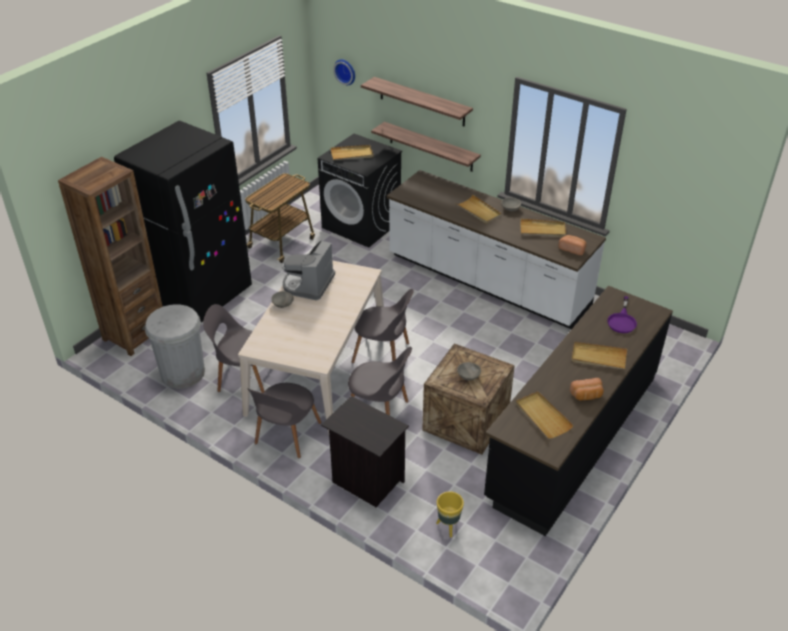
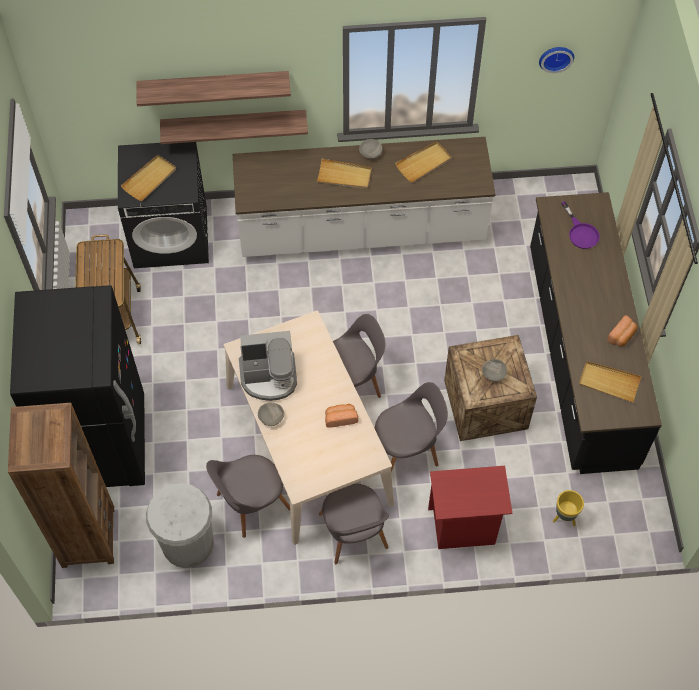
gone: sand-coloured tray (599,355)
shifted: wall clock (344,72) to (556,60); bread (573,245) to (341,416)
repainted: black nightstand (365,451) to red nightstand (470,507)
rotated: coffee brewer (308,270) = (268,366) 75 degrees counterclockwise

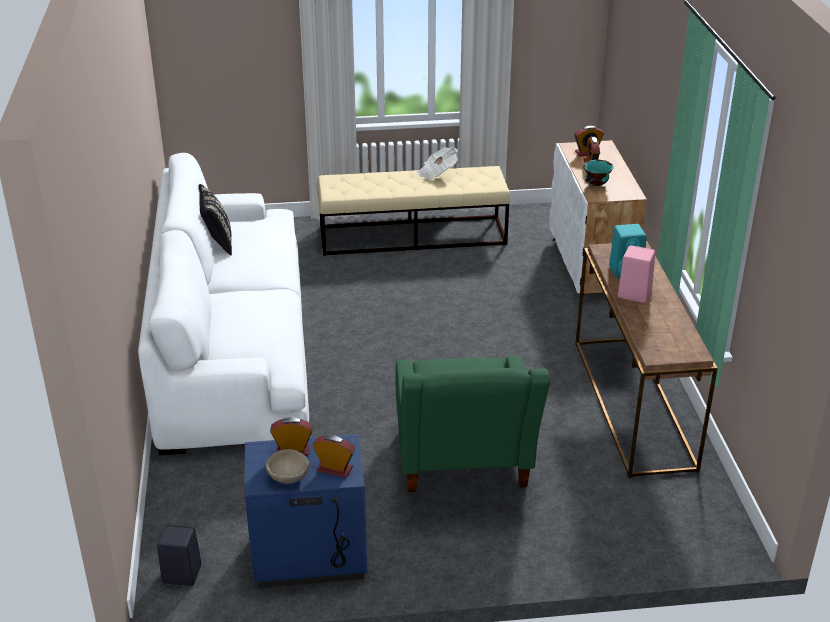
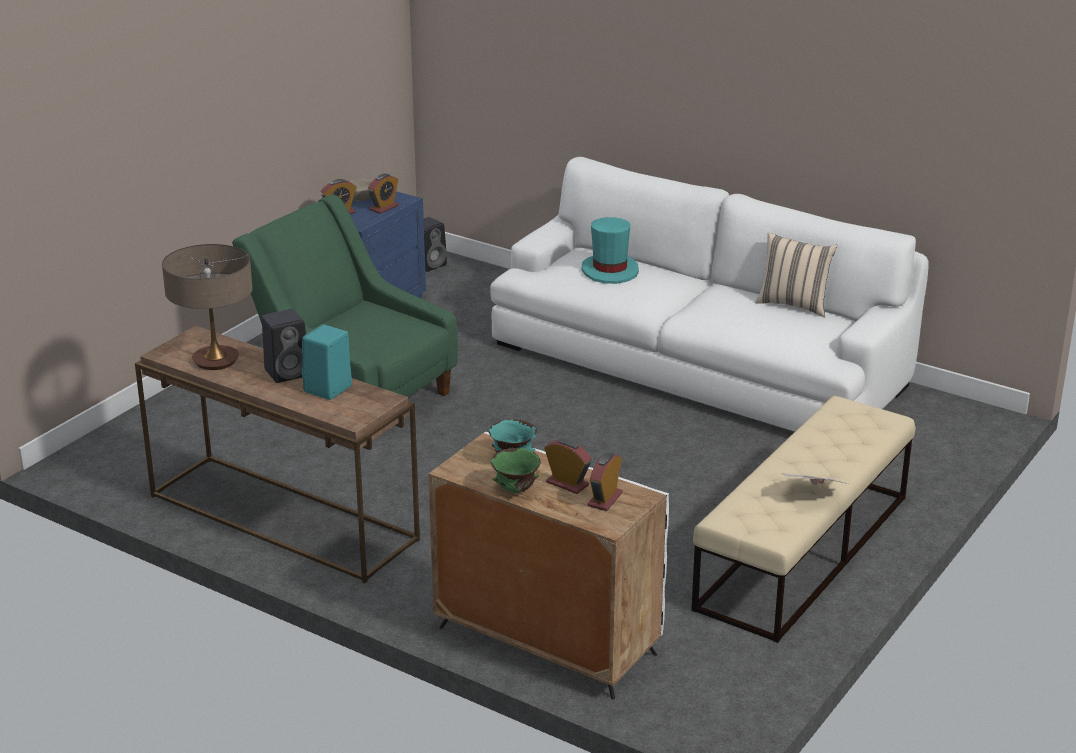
new: turquoise wearable hat (610,250); table lamp (207,307); green bowl (516,470)
repainted: black throw pillow (215,219) to sand-coloured throw pillow (796,275); pink-coloured speaker (636,274) to black speaker (284,346)

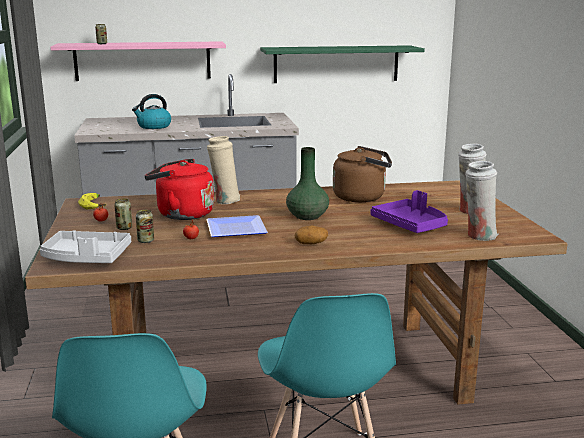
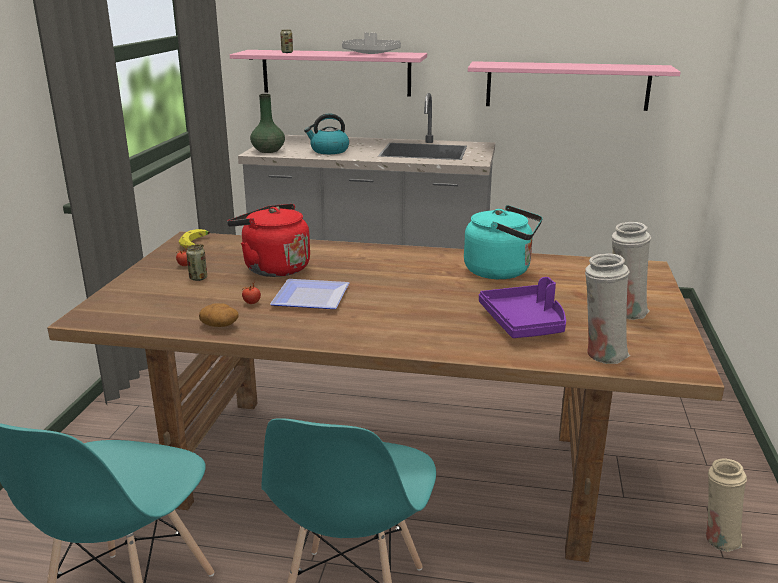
gone: metal can (145,226)
shifted: sand-coloured decorative vase (223,170) to (726,505); green decorative vase (307,183) to (267,123); whole potato (311,235) to (219,315); grey tray (85,246) to (371,43)
repainted: green bracket shelf (342,64) to pink-coloured bracket shelf (574,86); brown-coloured kettle (362,174) to turquoise kettle (503,242)

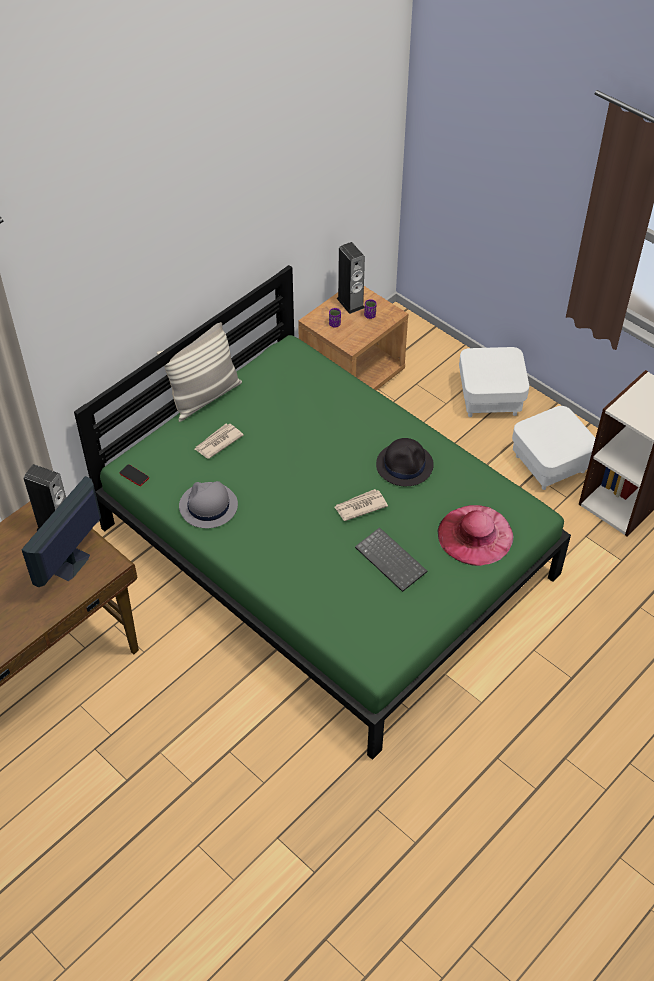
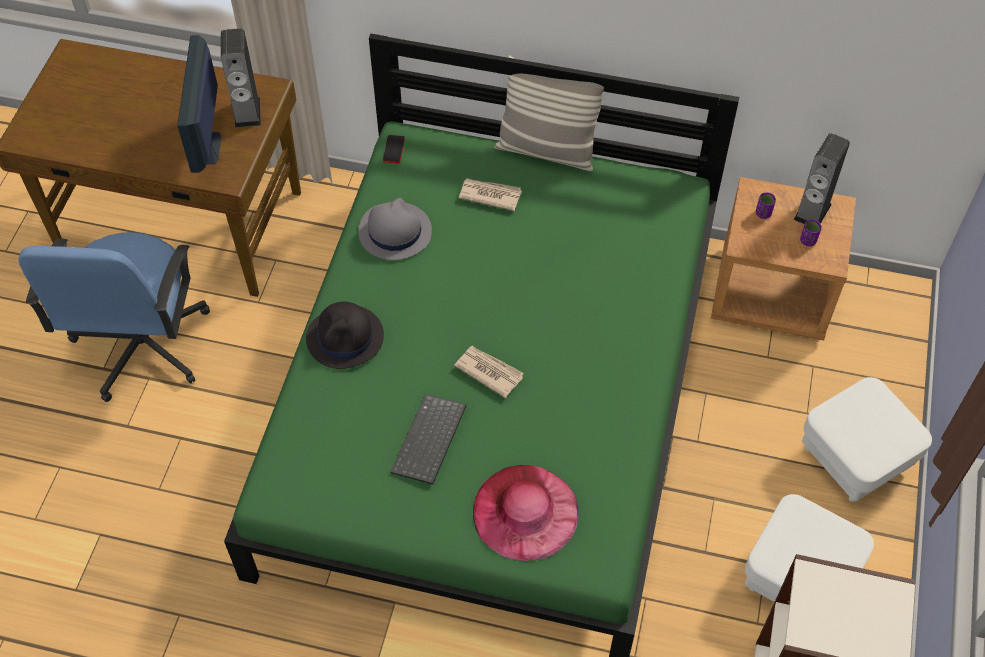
new: blue-coloured office chair (114,317)
shifted: black wearable hat (405,462) to (345,335)
rotated: computer screen (61,531) = (199,104) 90 degrees counterclockwise

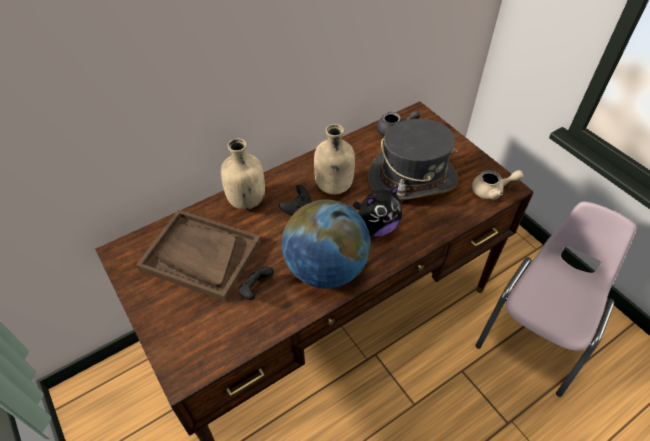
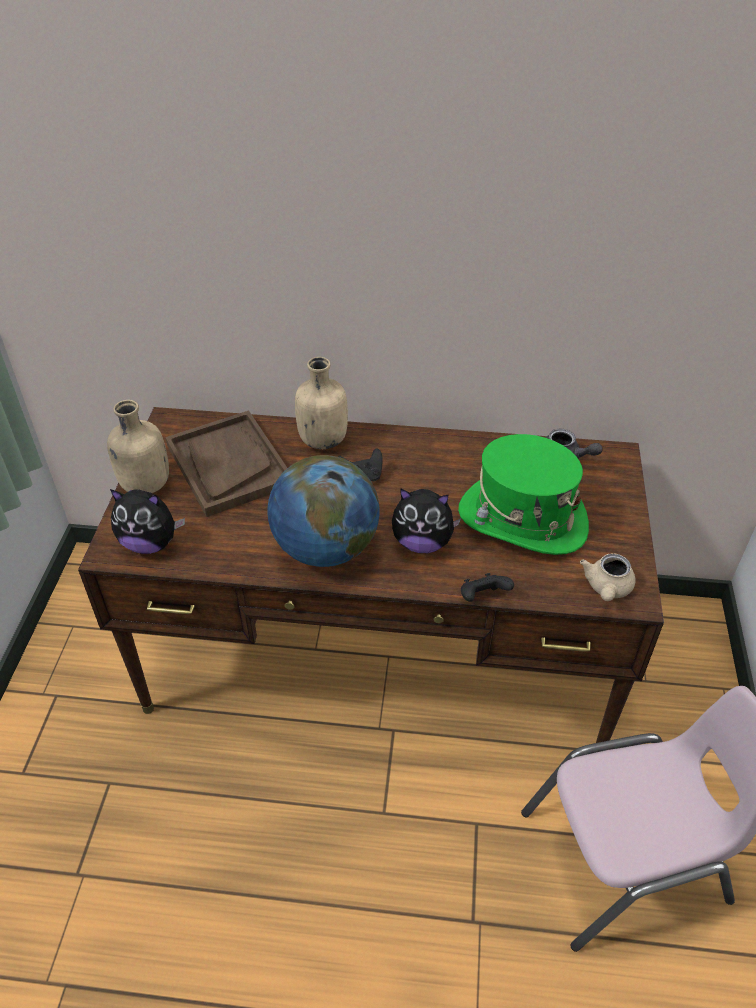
new: plush toy (147,521)
shifted: sand-coloured beverage bottle (334,159) to (138,446); black gamepad (256,283) to (487,587)
repainted: grey wearable hat (413,159) to green wearable hat (523,494)
rotated: sand-coloured pot for tea (498,185) = (608,577) 75 degrees clockwise

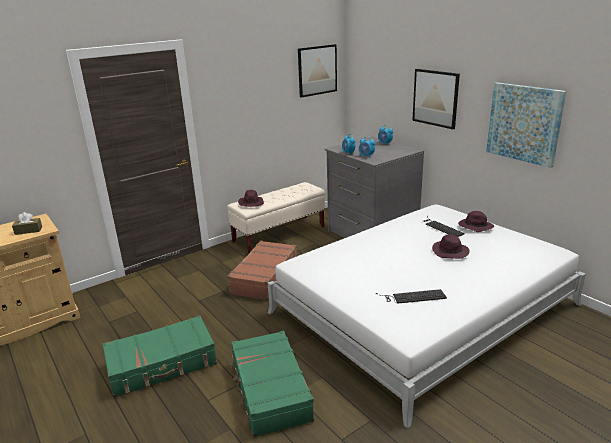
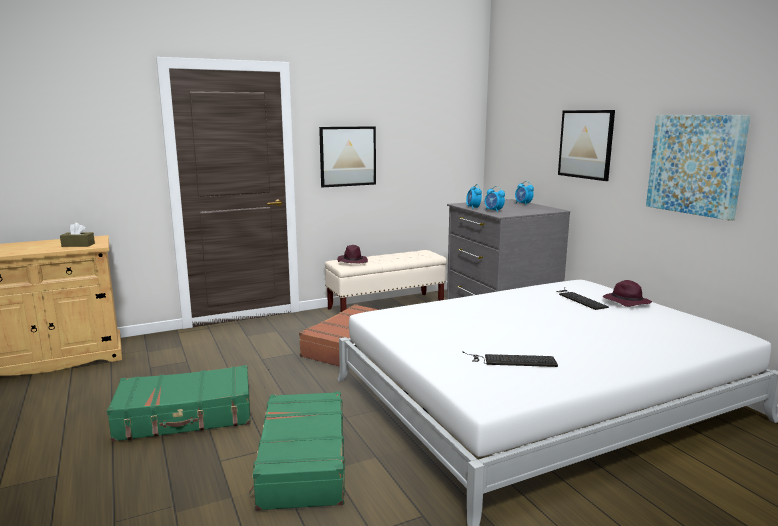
gone: purple-coloured wearable hat (451,246)
shifted: wall art (317,71) to (347,157)

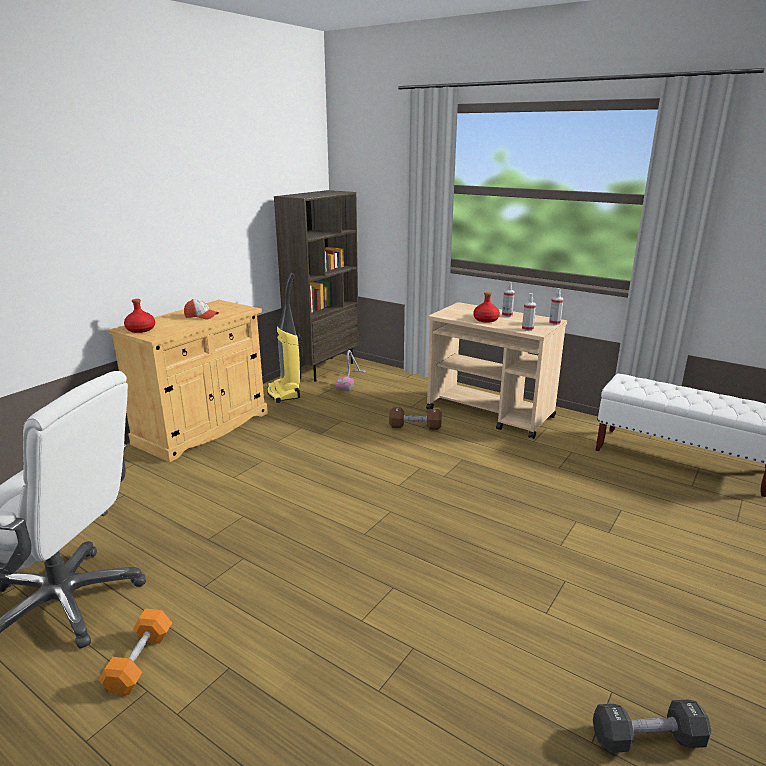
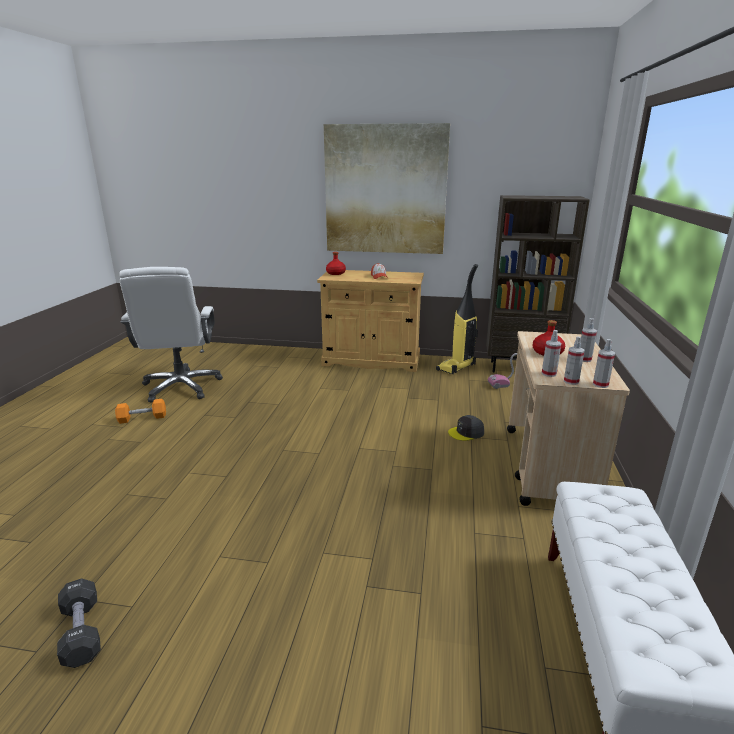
new: wall art (387,188); sprayer (574,361)
swapped: brown-coloured free weight (415,418) to grey peaked cap (466,428)

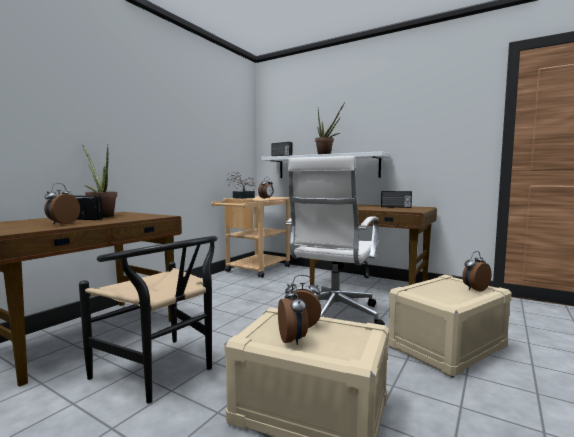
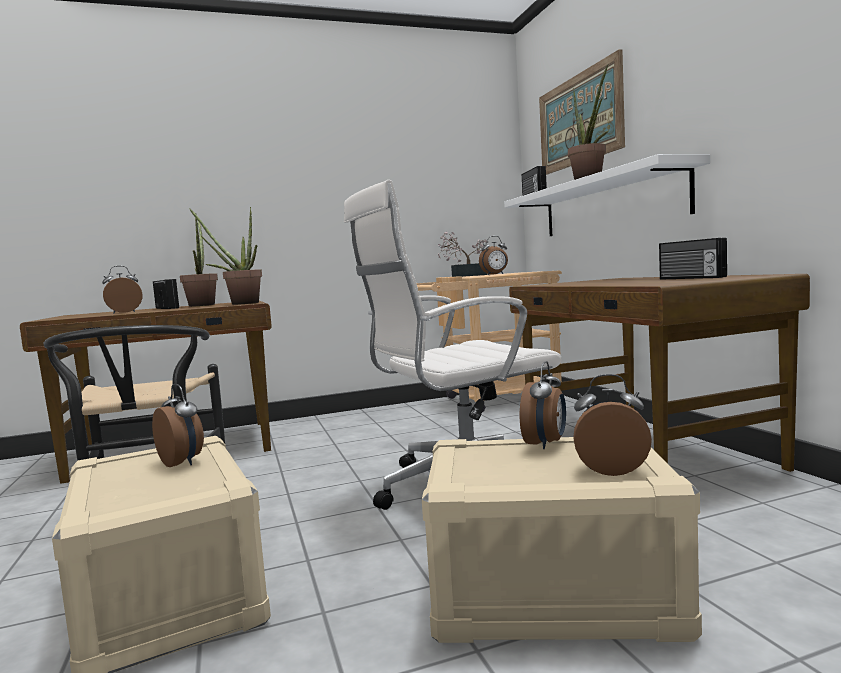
new: wall art (582,112); potted plant (225,256)
shifted: table clock (293,314) to (543,405)

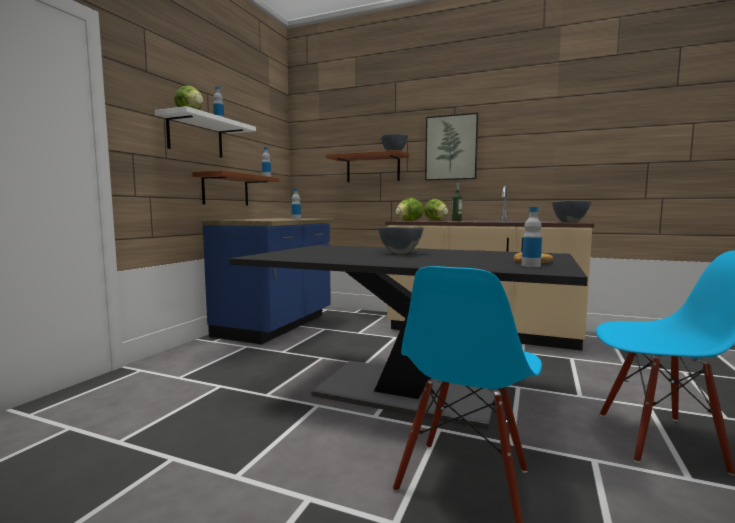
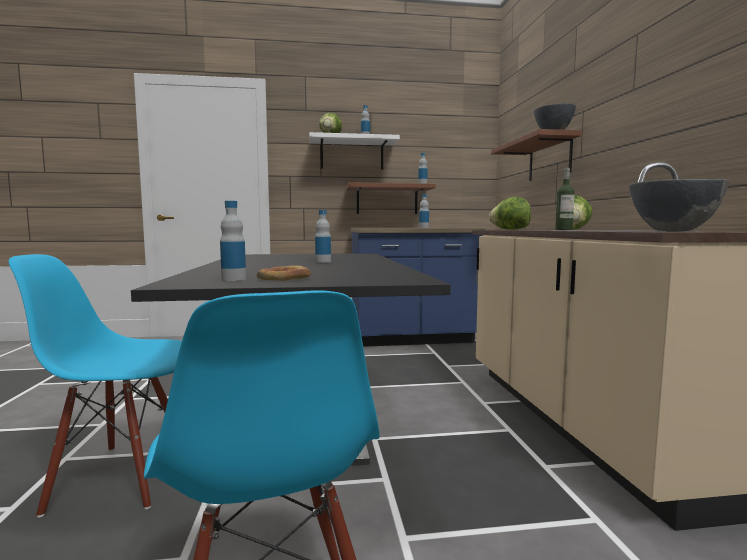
gone: wall art (451,146)
swapped: grey bowl (401,240) to beverage bottle (323,236)

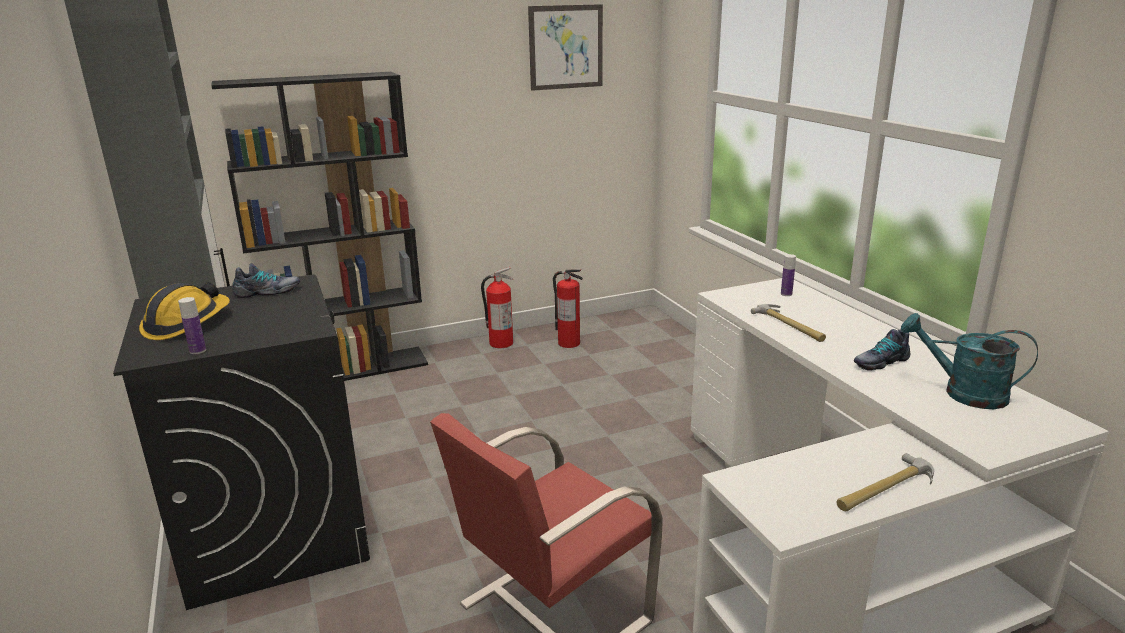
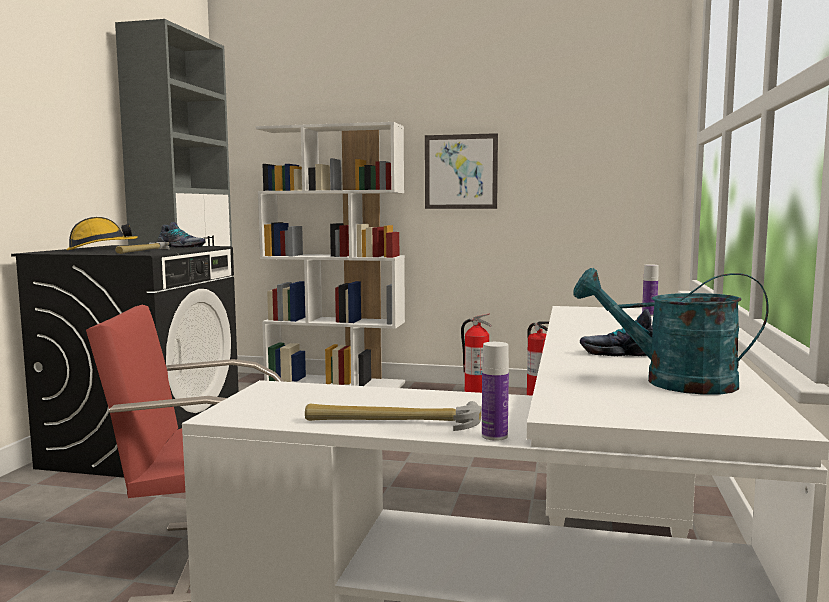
shifted: wall art (565,47) to (461,171); beverage bottle (192,325) to (495,391); tool hammer (788,323) to (142,248)
repainted: black bookshelf (319,226) to whitish bookshelf (330,255)
rotated: turquoise watering pot (969,361) = (671,331) 45 degrees counterclockwise

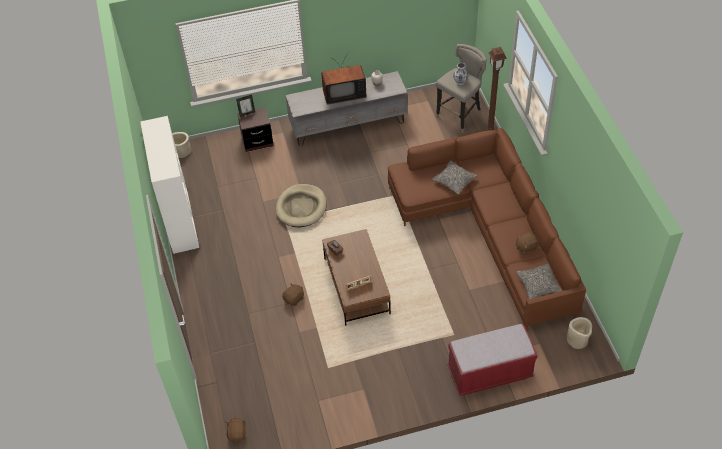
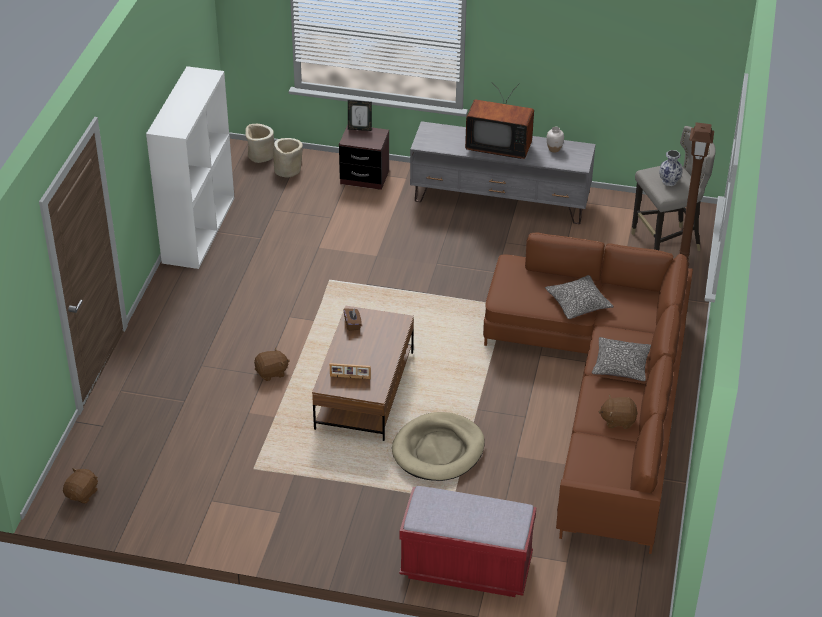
shifted: sand-coloured pet bed (301,205) to (438,446); throw pillow (539,281) to (621,359); sand-coloured planter (579,333) to (288,157)

